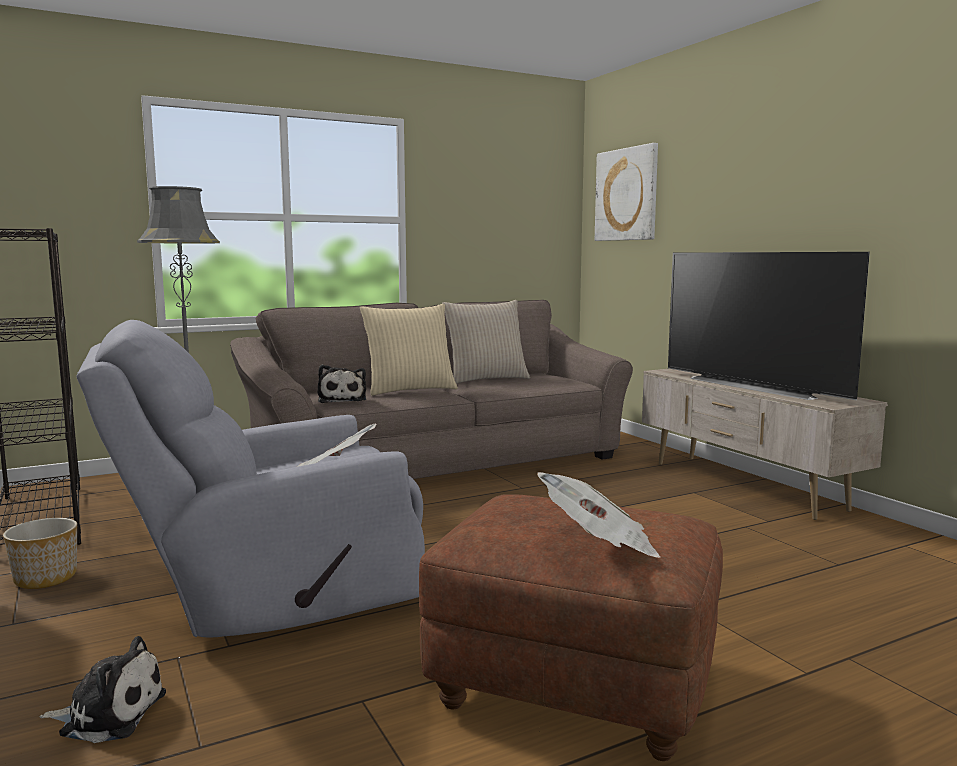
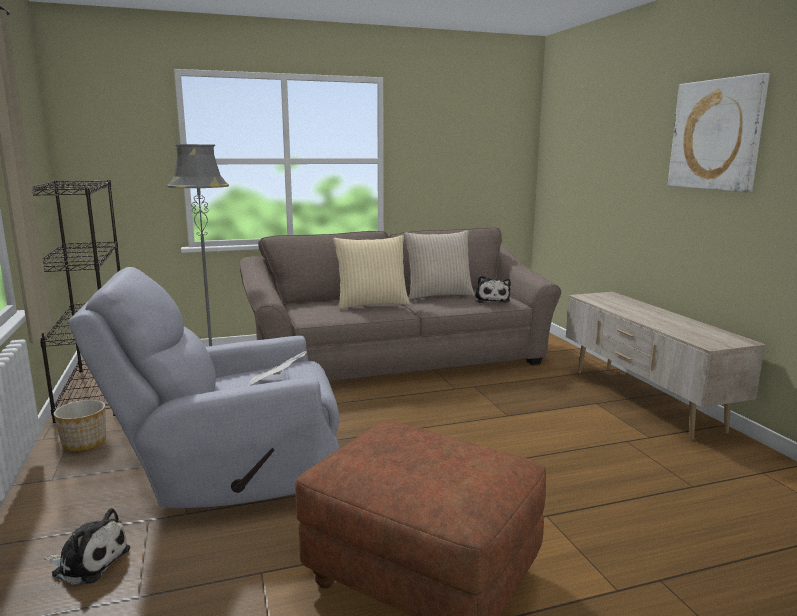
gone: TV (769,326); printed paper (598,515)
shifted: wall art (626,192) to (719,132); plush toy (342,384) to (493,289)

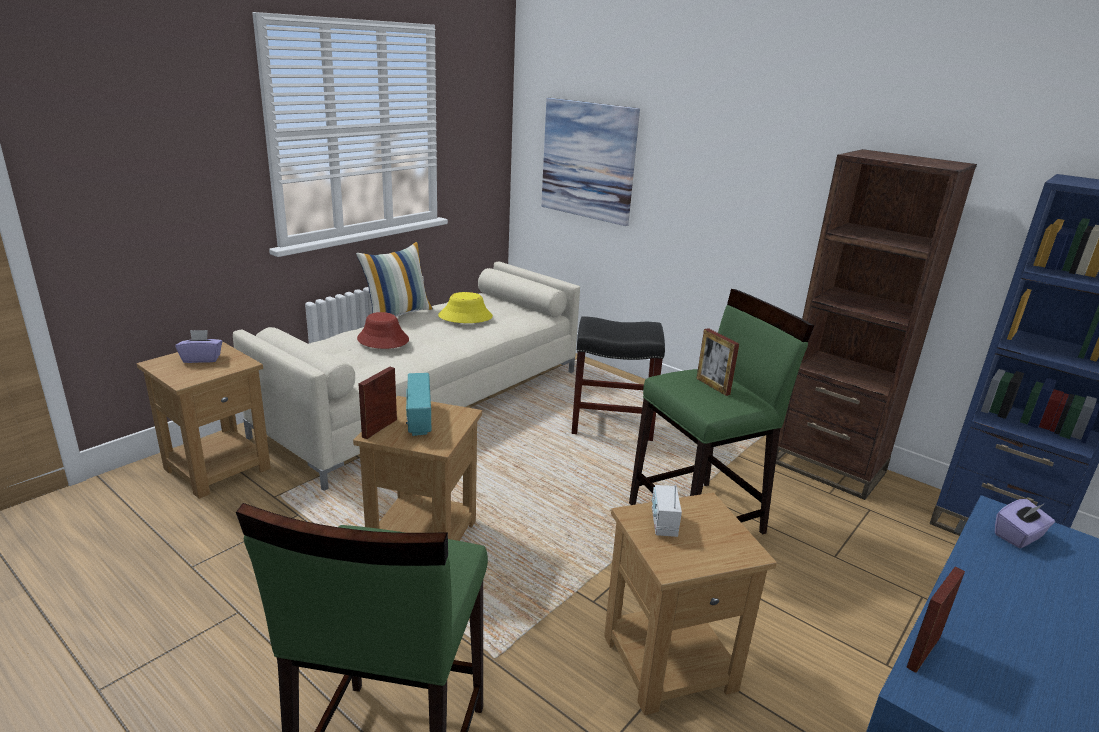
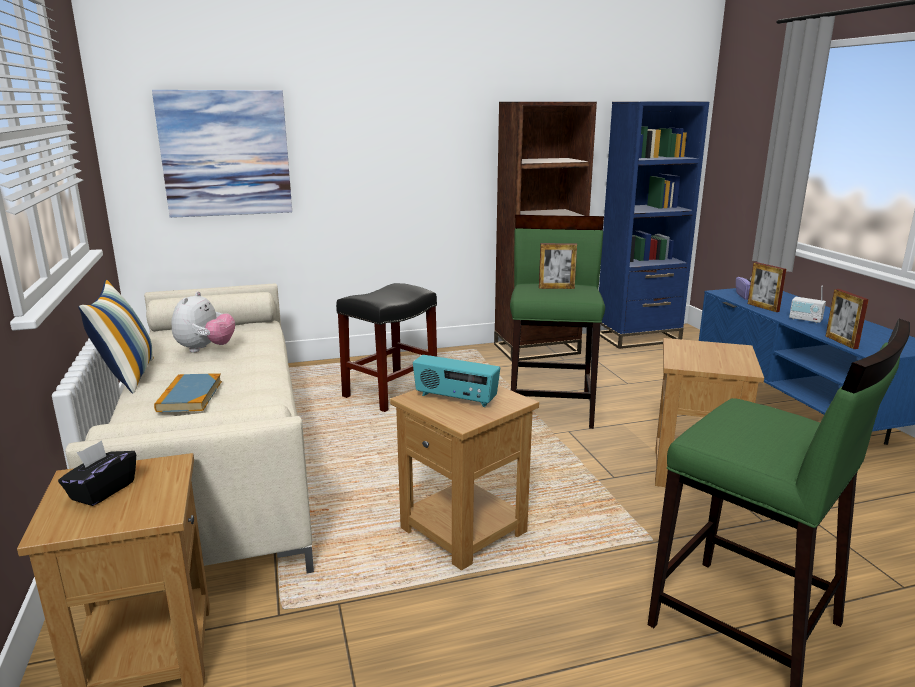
shifted: photo frame (377,403) to (767,287); radio (667,511) to (807,304)
swapped: yellowish wearable hat (465,307) to plush toy (203,322); red wearable hat (383,330) to bound book (188,393)
repainted: purple-coloured tissue holder (199,346) to black tissue holder (97,473)

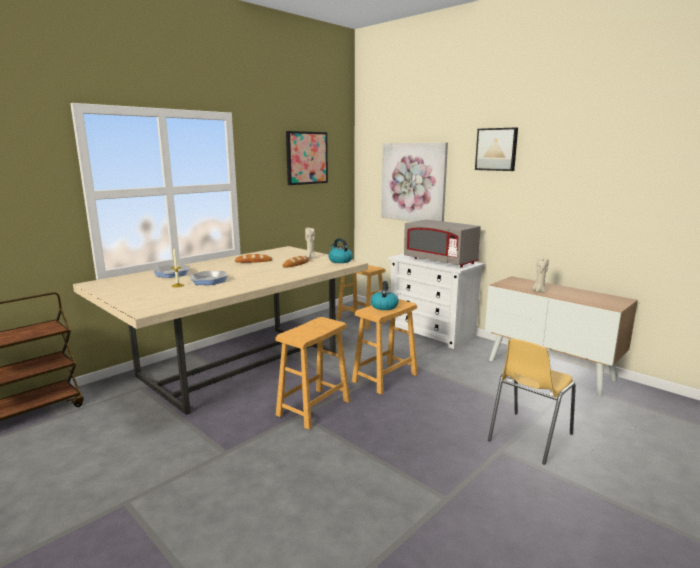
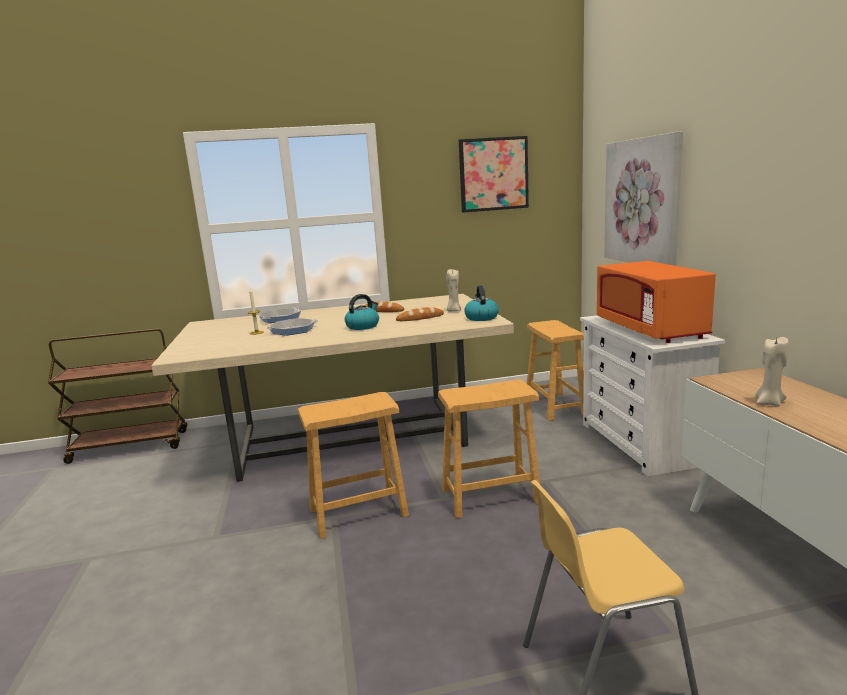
gone: wall art (496,149)
shifted: kettle (385,295) to (362,312)
repainted: grey kitchen microwave (442,243) to orangey kitchen microwave (656,302)

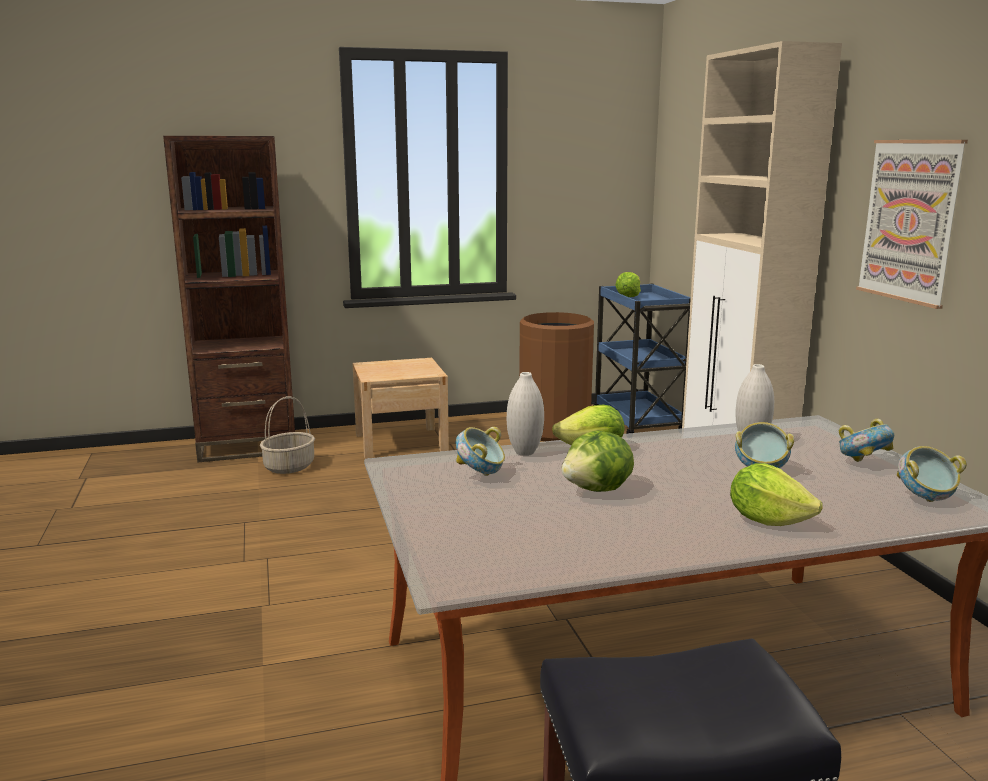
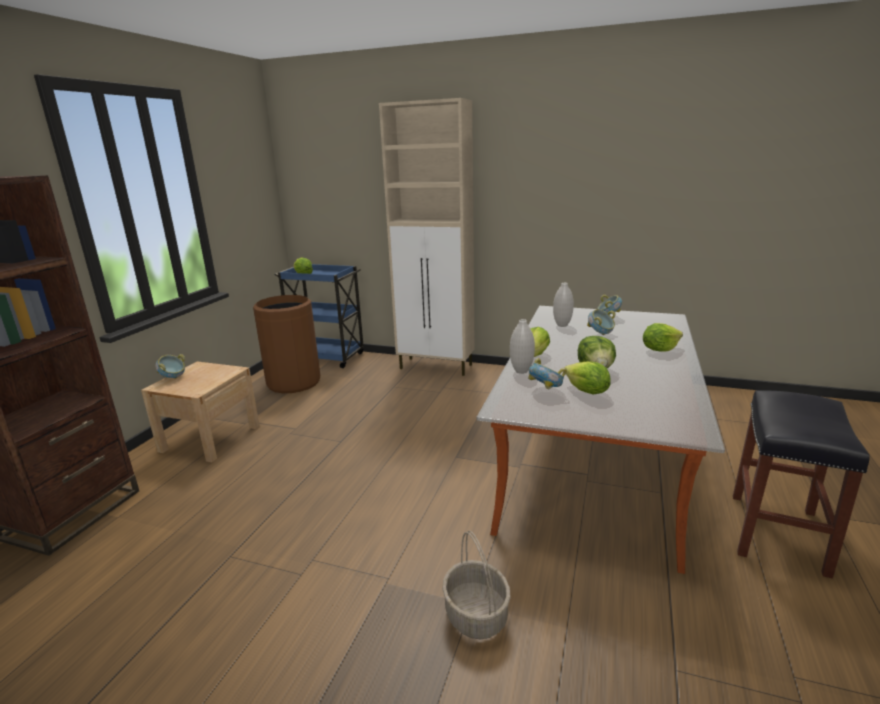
gone: wall art (912,224)
new: lettuce (587,378)
shifted: storage basket (287,435) to (476,585); bowl (932,474) to (170,366)

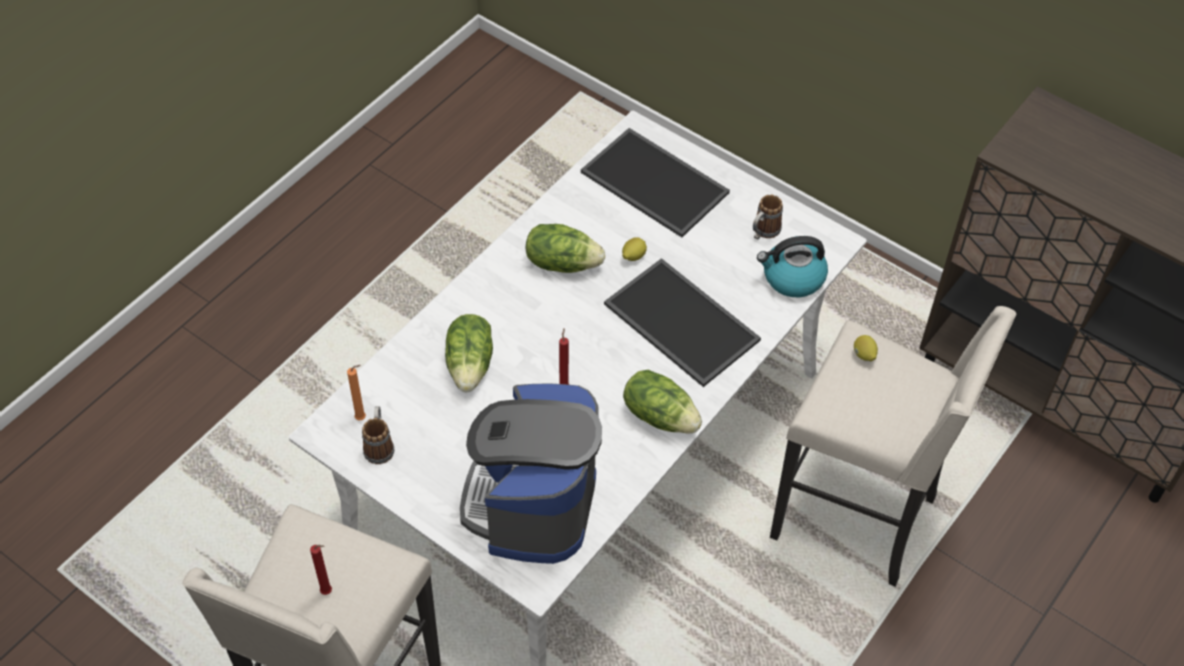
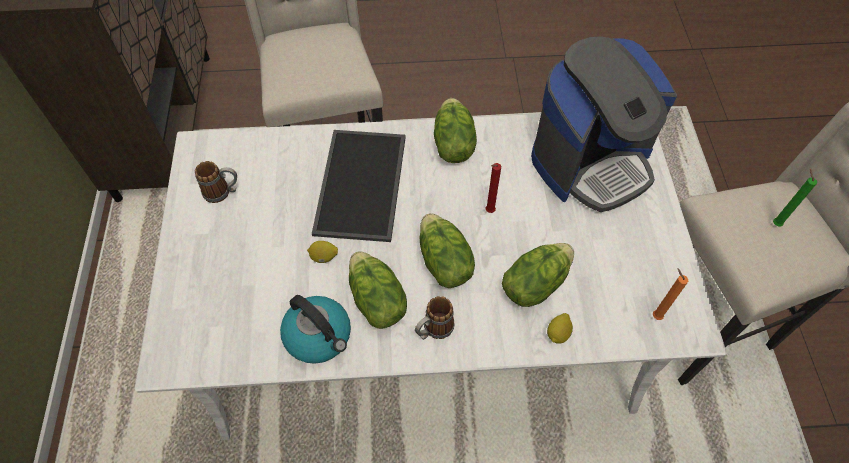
gone: tray (655,182)
new: lettuce (447,250)
shifted: kettle (792,266) to (315,329); whole lemon (866,348) to (560,328); tea mug (378,435) to (435,318)
repainted: red wax candle (321,570) to green wax candle (795,198)

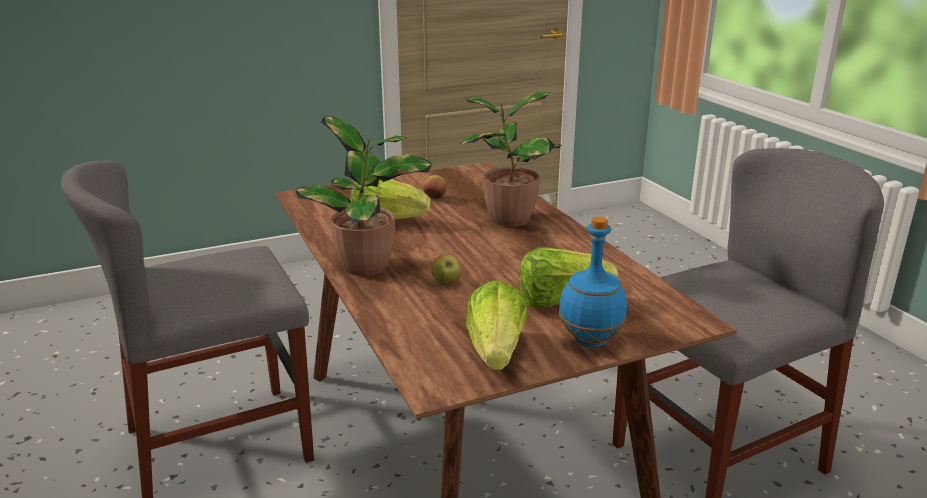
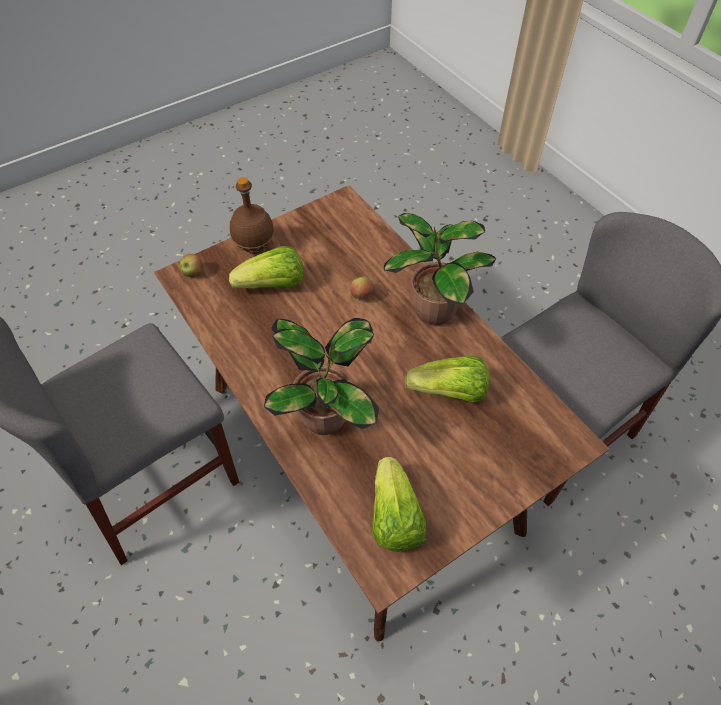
shifted: apple fruit (434,187) to (191,265); lettuce (497,325) to (399,504)
repainted: blue-coloured beverage bottle (592,282) to brown-coloured beverage bottle (252,215)

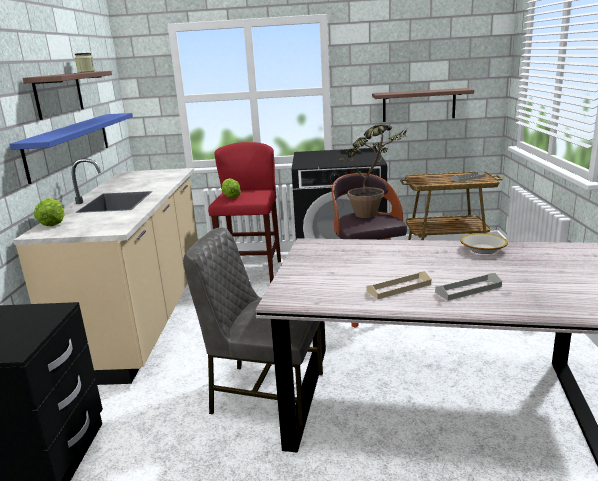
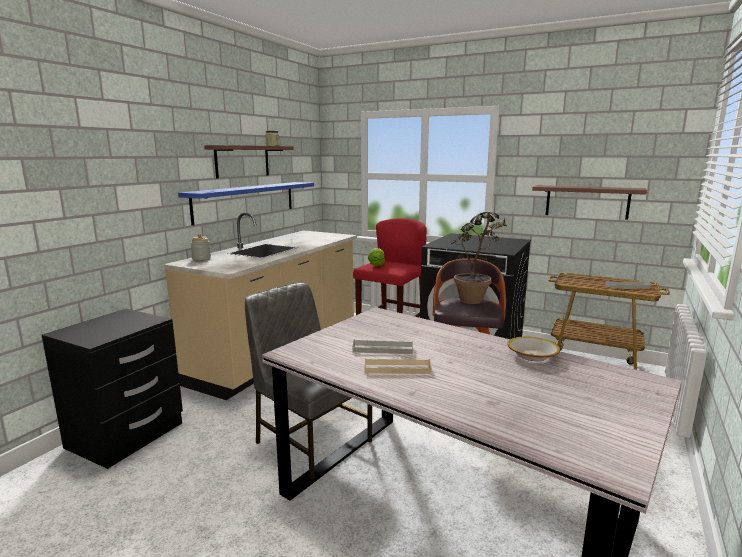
shifted: grey tray (468,287) to (382,346)
swapped: lettuce (49,212) to preserve jar (200,247)

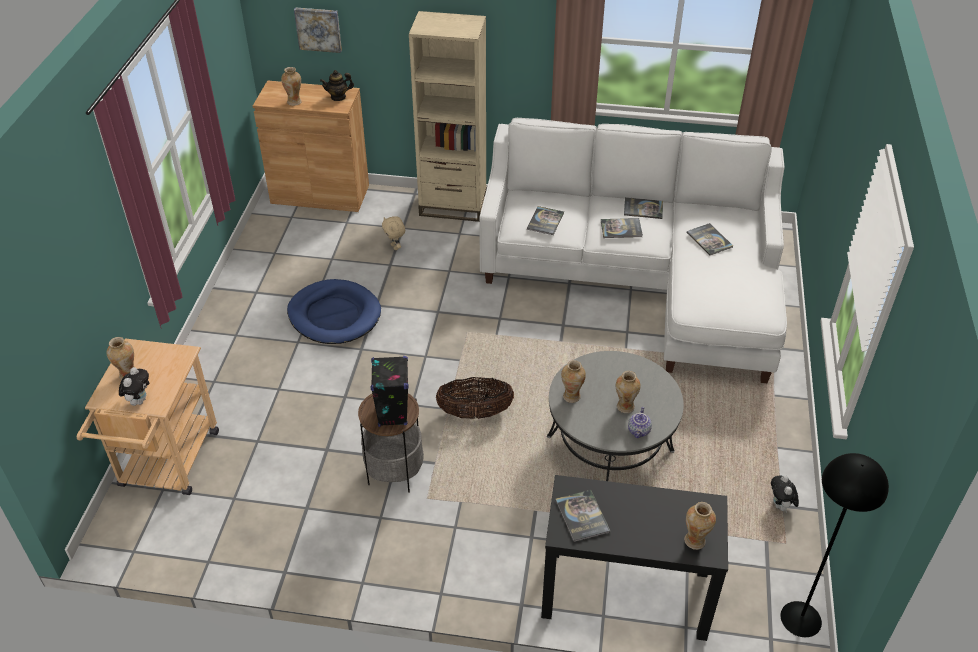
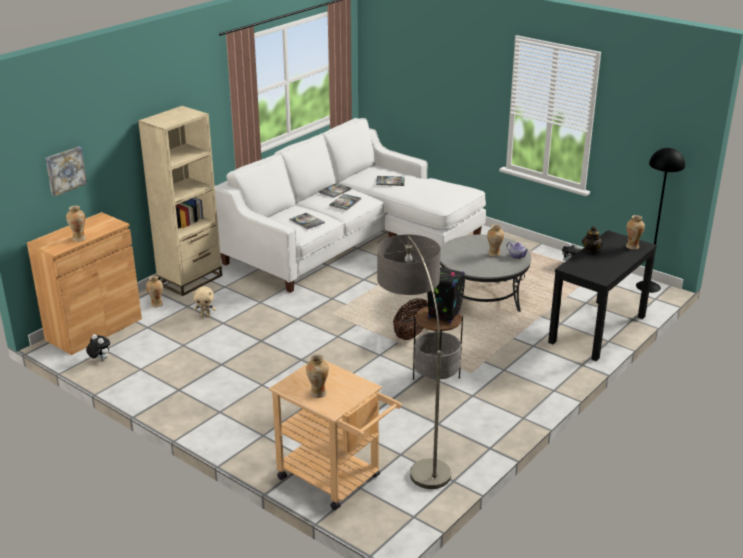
gone: blue-coloured pet bed (334,311); bound book (582,516)
new: standard lamp (414,361)
shifted: pot for tea (337,85) to (592,240); decorative vase (573,381) to (154,292); plush toy (134,386) to (98,347)

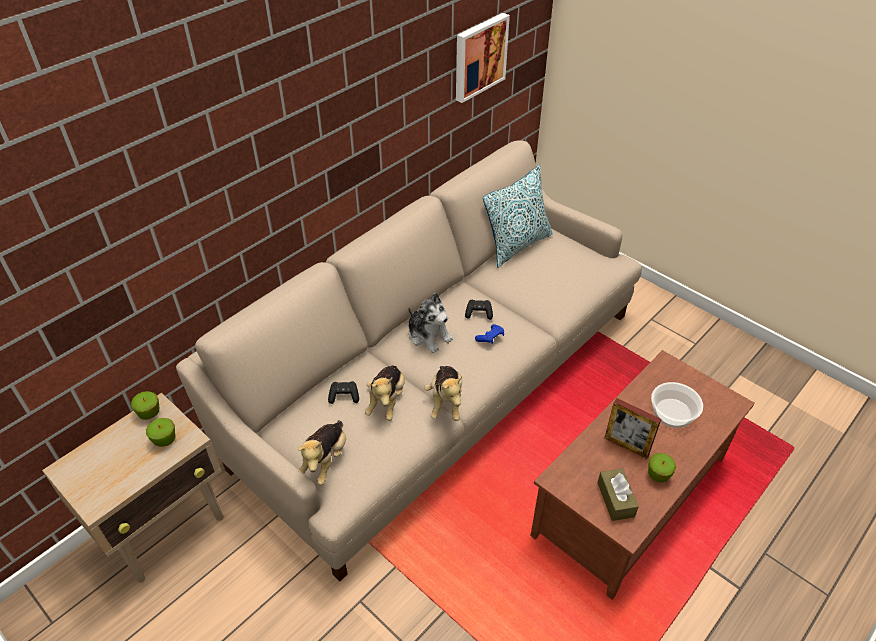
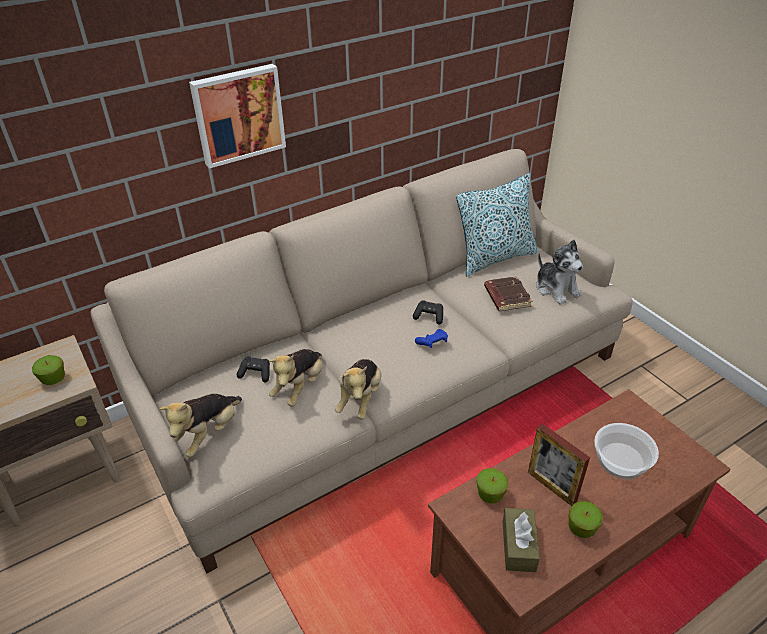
new: brown-coloured bound book (508,293)
shifted: wall art (483,58) to (237,116); plush toy (430,323) to (559,272); apple fruit (145,405) to (492,486)

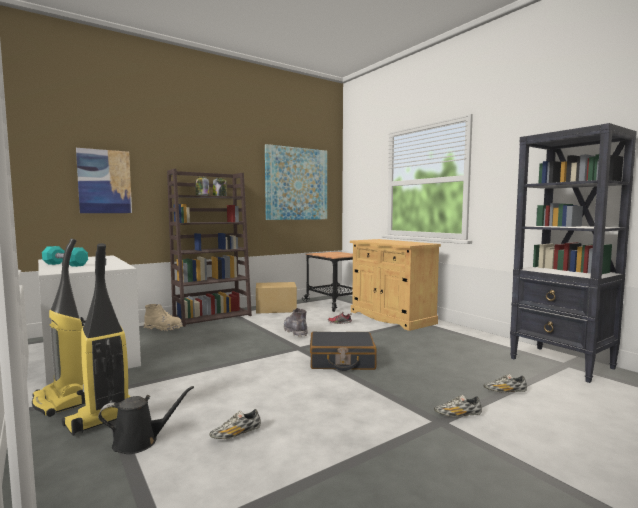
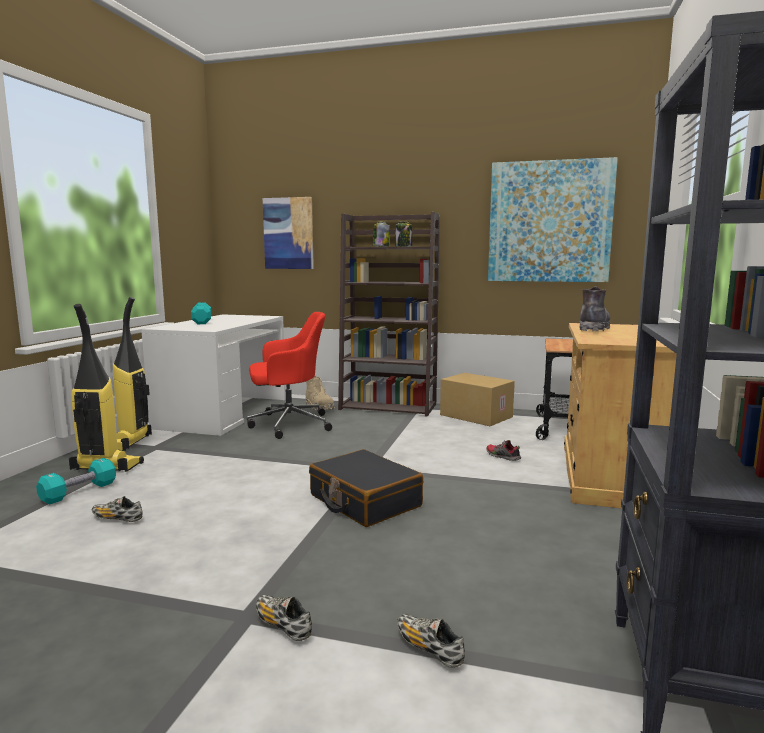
new: red office chair (289,375)
shifted: grey boot (296,322) to (594,309)
swapped: black watering pot (146,420) to turquoise free weight (76,481)

